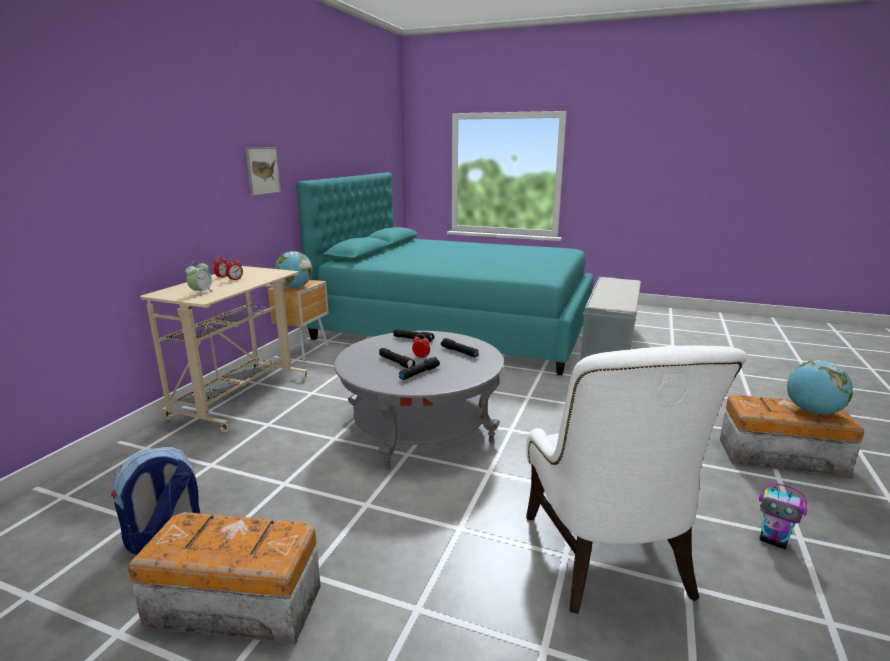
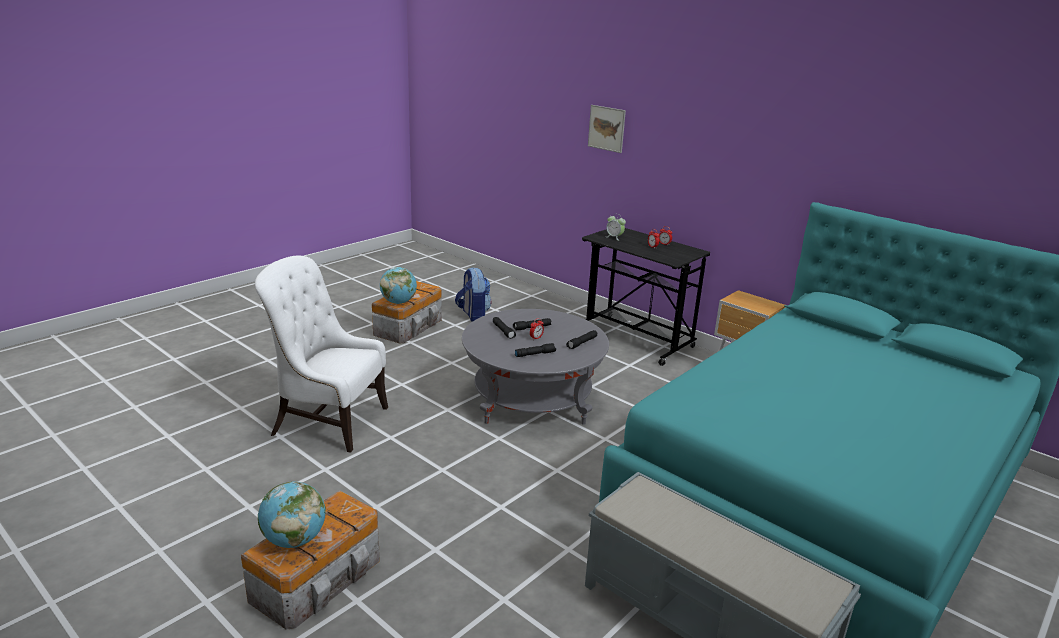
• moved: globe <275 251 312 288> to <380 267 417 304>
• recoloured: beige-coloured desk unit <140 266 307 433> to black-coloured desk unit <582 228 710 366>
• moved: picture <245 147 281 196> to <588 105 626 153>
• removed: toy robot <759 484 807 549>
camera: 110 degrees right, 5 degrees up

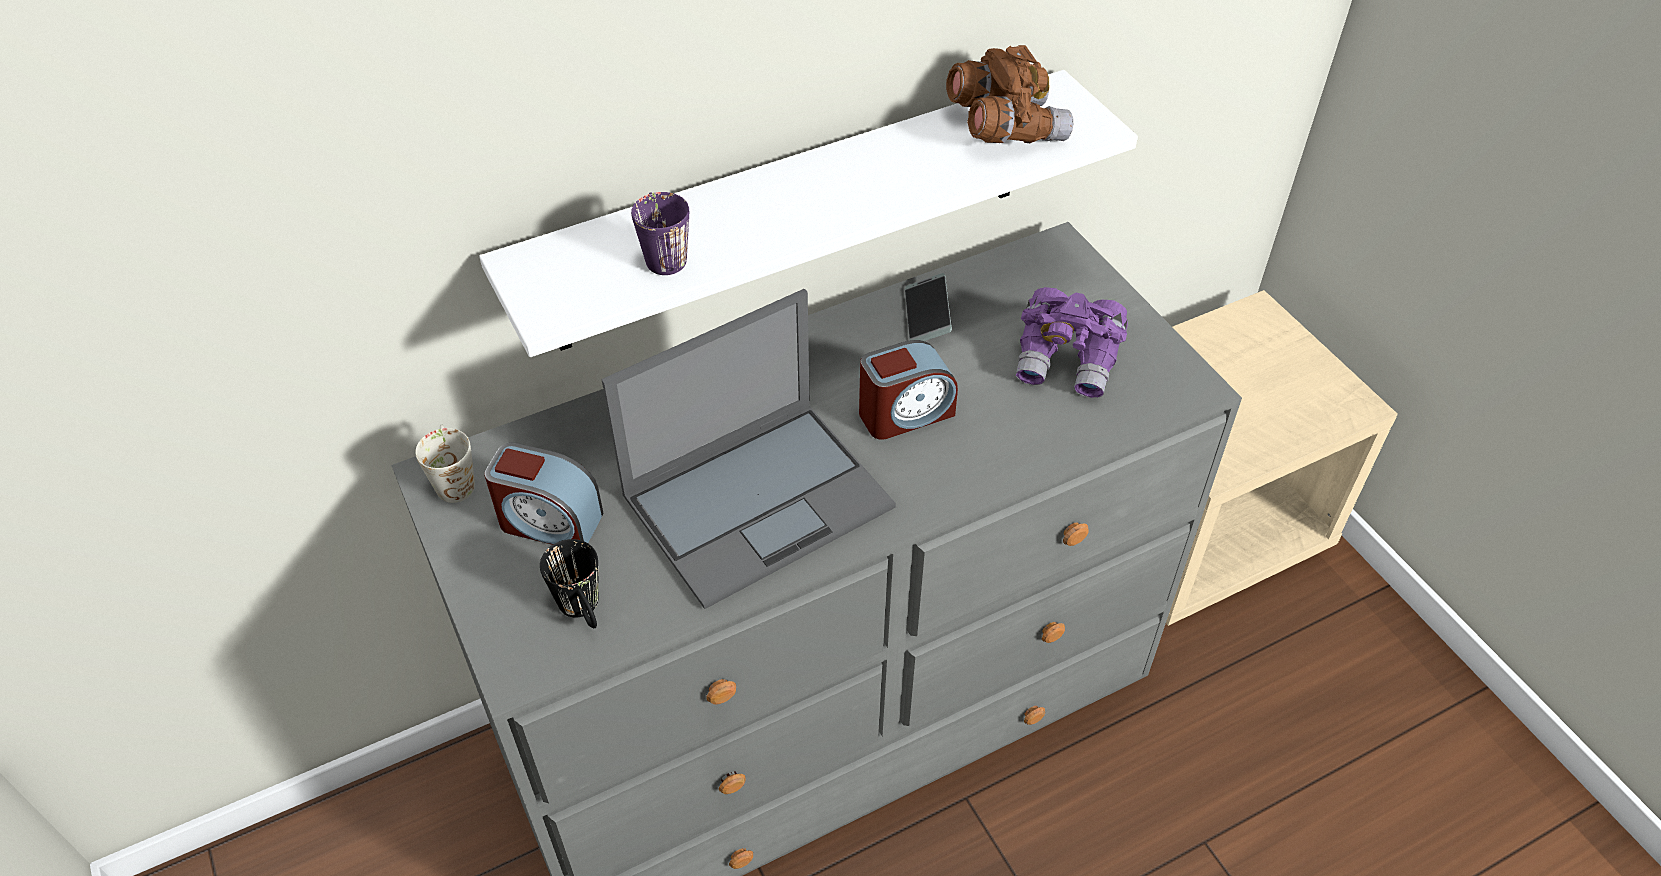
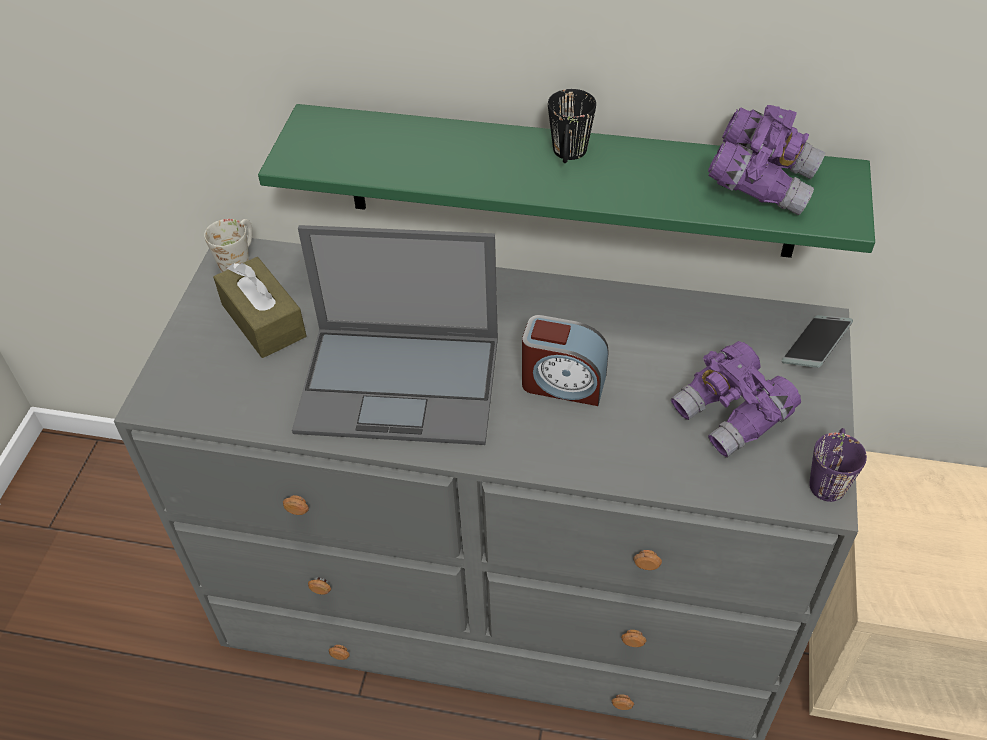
• replaced: bedside clock <484 442 603 545> to brown tissue holder <213 257 306 358>
• recoloured: whitish bracket shelf <479 70 1138 357> to green-coloured bracket shelf <258 104 875 258>
• moved: black-coloured coffee mug <540 539 599 628> to <548 89 596 163>
• recoloured: brown field glasses <946 45 1073 143> to purplish field glasses <708 105 825 215>
• moved: handset <905 273 952 341> to <782 315 853 368>
• moved: purplish coffee mug <631 192 689 275> to <809 428 867 502>
camera: 40 degrees right, 0 degrees up

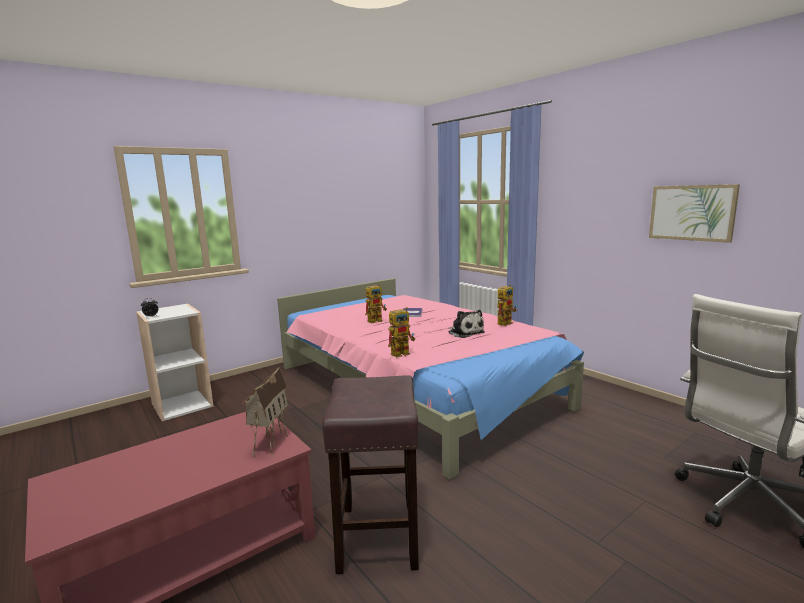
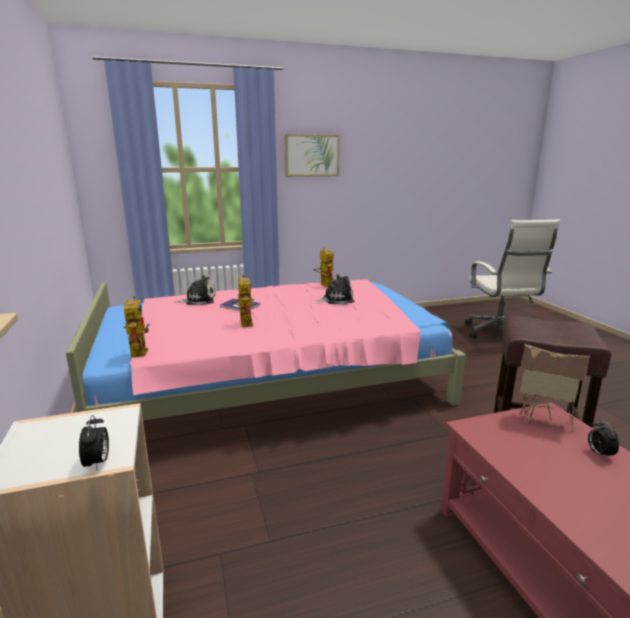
• moved: toy robot <388 307 415 358> to <123 296 150 357>
• added: plush toy <174 275 215 305>
• moved: picture <649 184 740 243> to <285 134 340 177>
• added: bedside clock <588 420 619 460>
camera: 70 degrees left, 5 degrees up

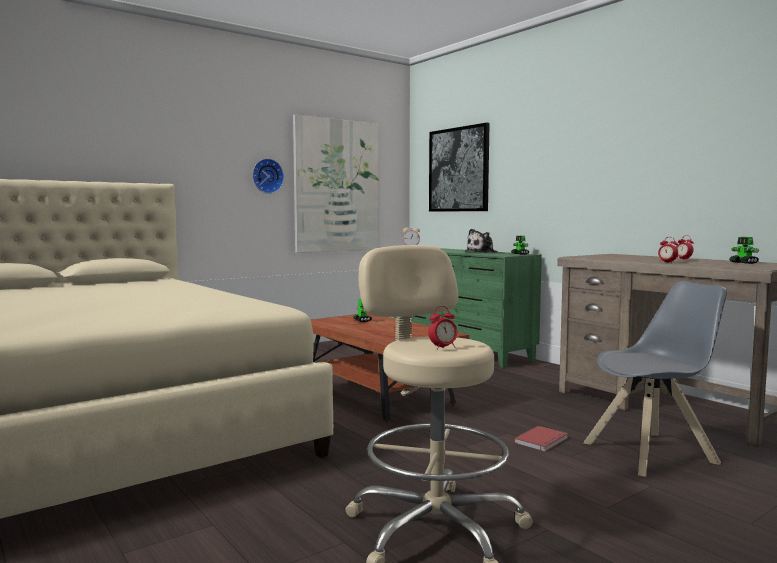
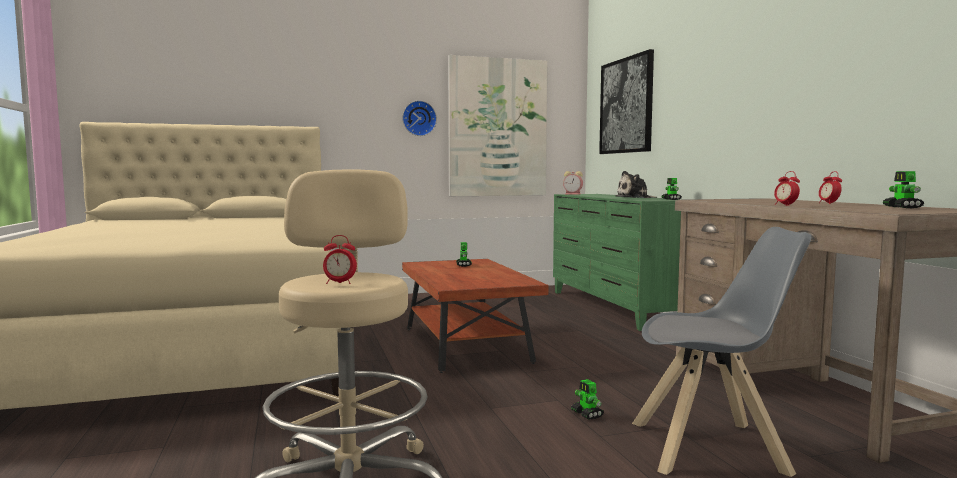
• replaced: red volume <514 426 568 452> to toy robot <571 379 604 420>
camera: 20 degrees right, 0 degrees up

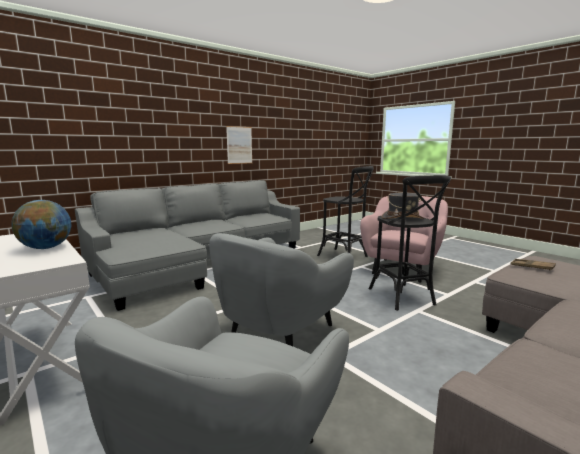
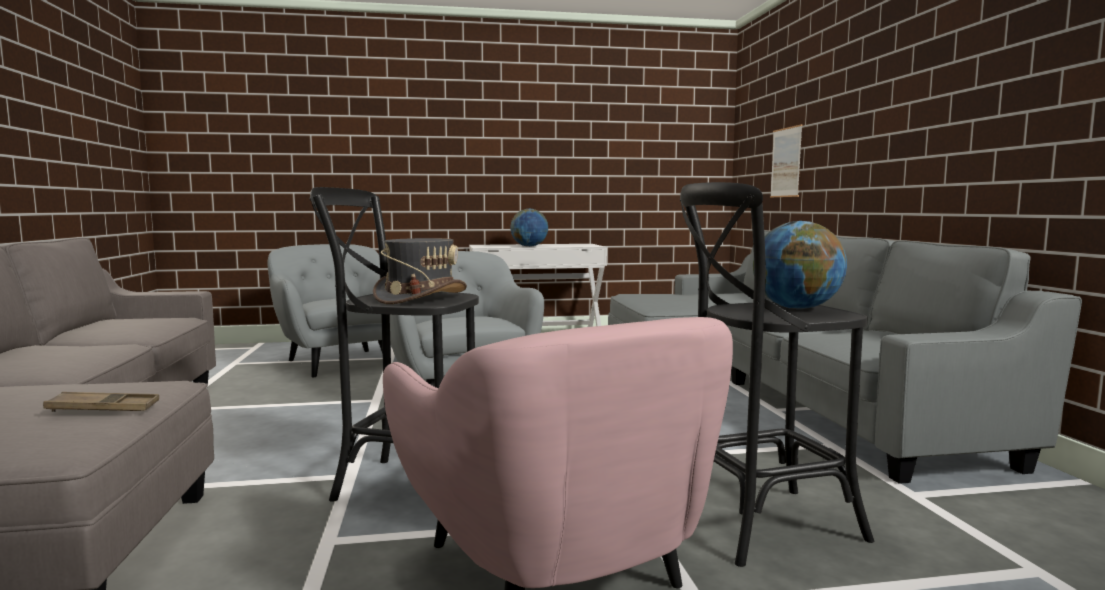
• added: globe <753 221 847 309>
• moved: picture <226 126 252 164> to <770 124 802 197>
camera: 120 degrees right, 5 degrees down

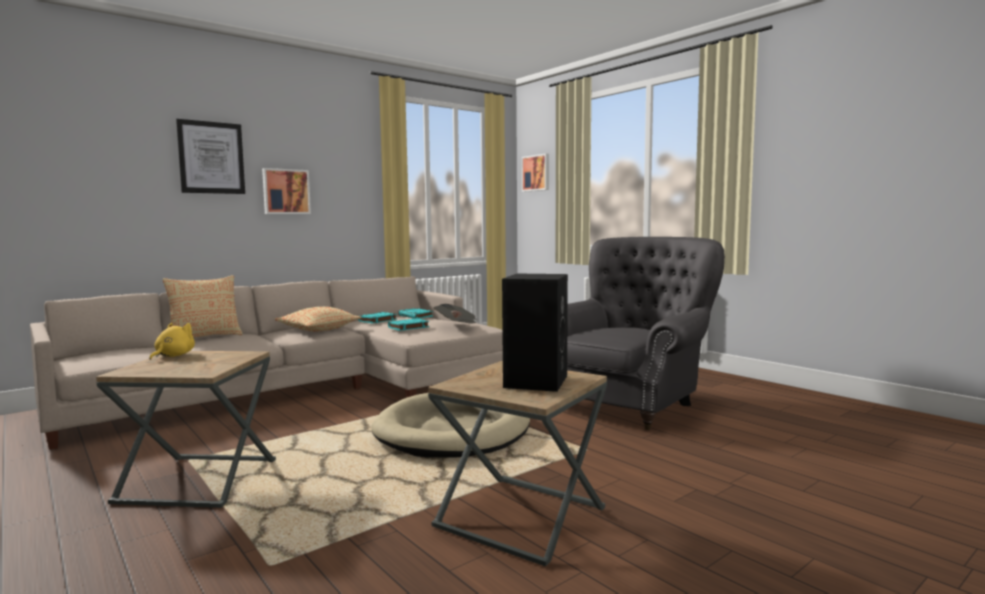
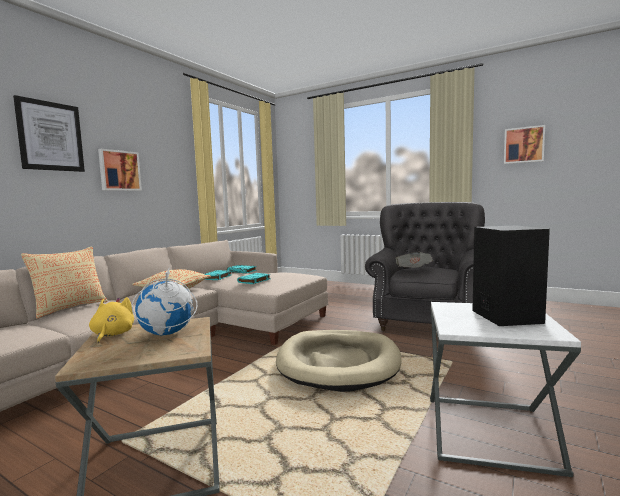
• added: globe <132 266 197 336>
• moved: printed paper <433 304 477 323> to <395 252 433 268>
• recoloured: brown accent table <428 361 607 566> to whitish accent table <430 302 581 477>
• moved: picture <522 154 549 192> to <504 125 545 164>
camera: 20 degrees left, 0 degrees up

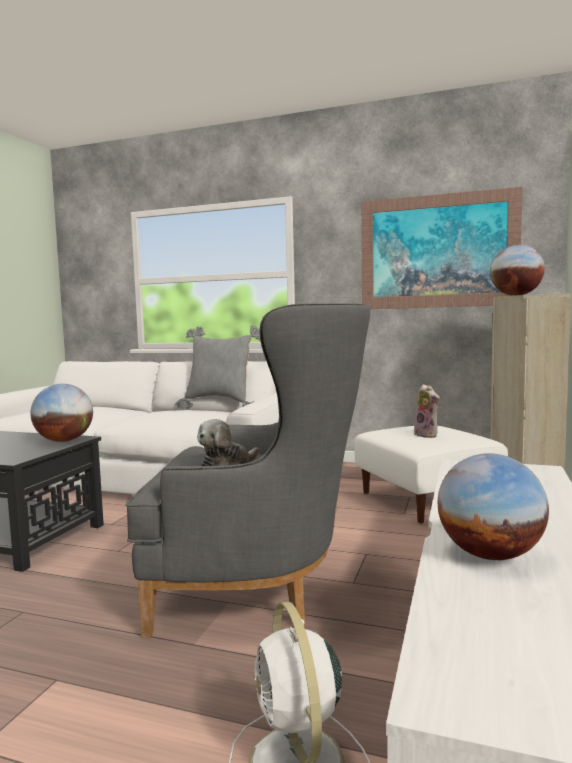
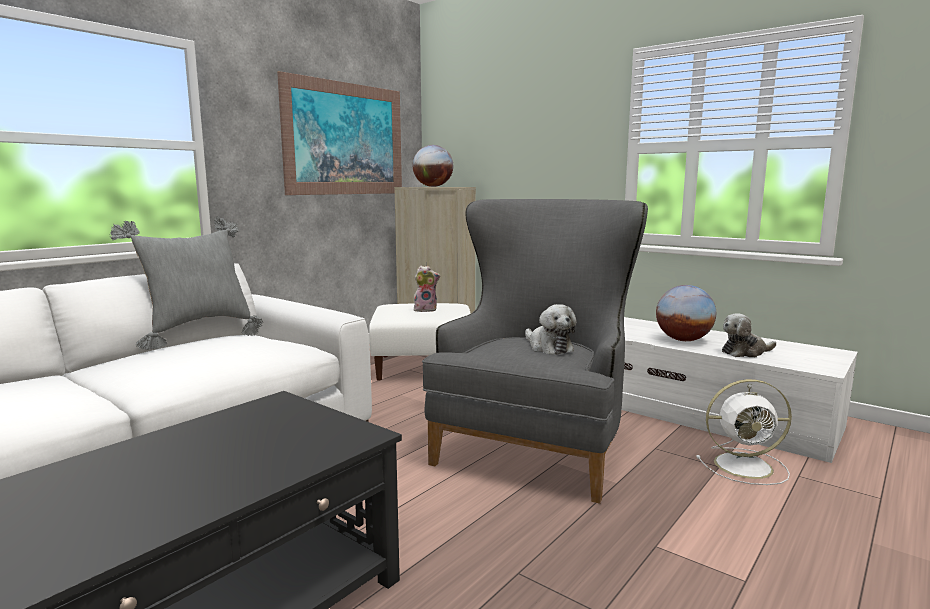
• added: plush toy <722 313 776 357>
• removed: globe <30 384 93 442>
camera: 70 degrees left, 5 degrees up

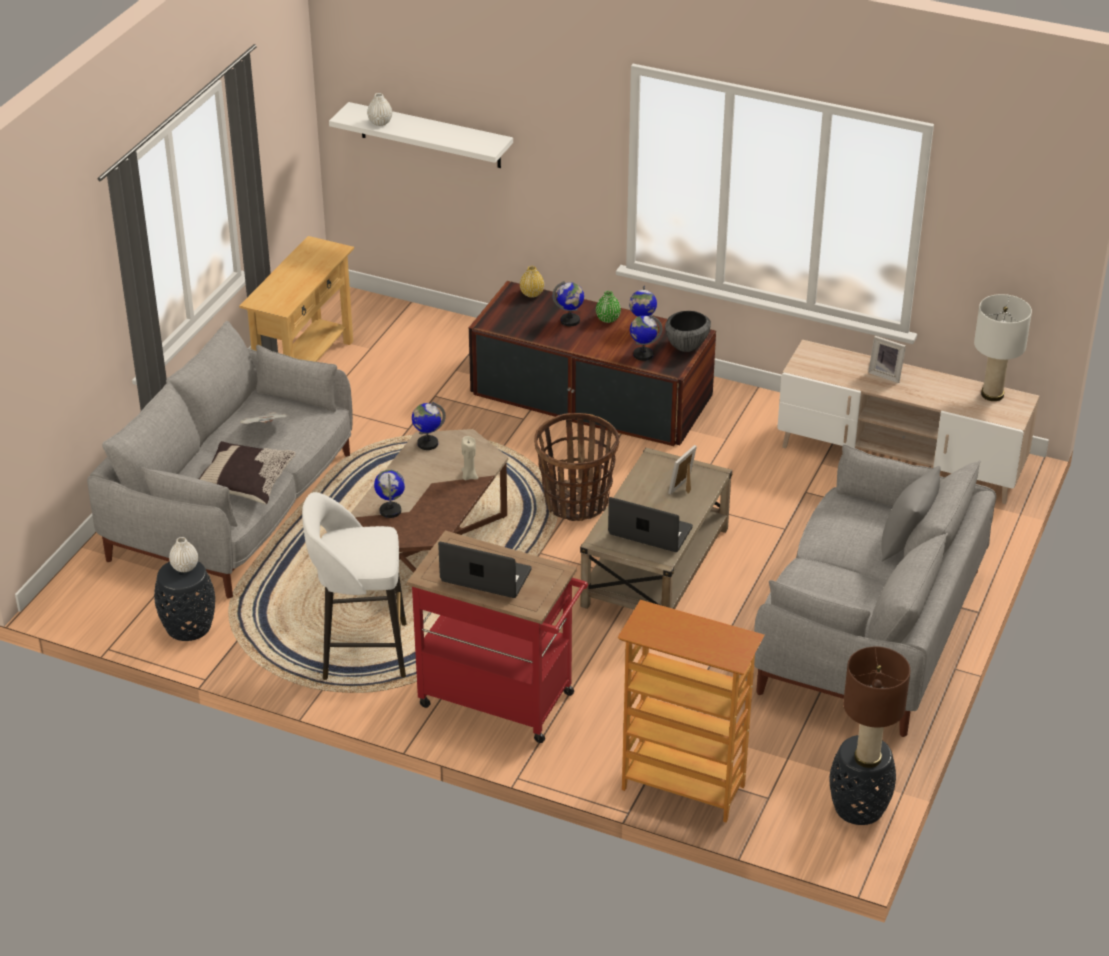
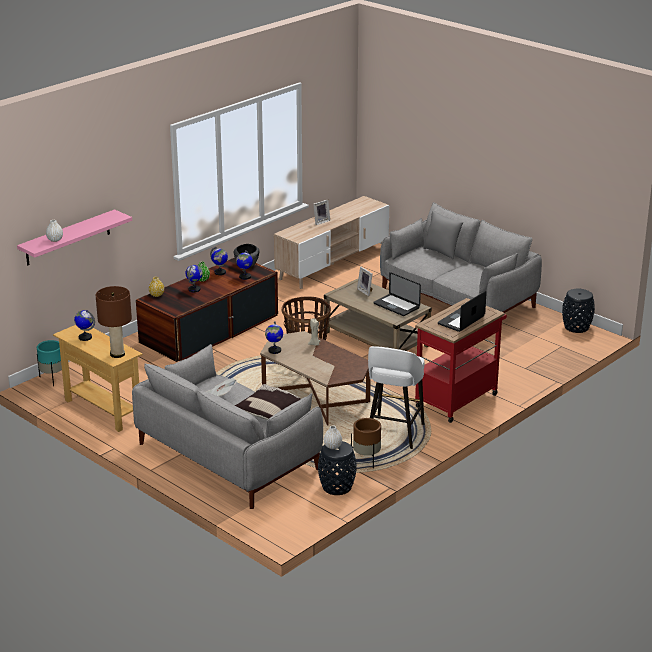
• recoloured: whitish bracket shelf <329 102 513 168> to pink-coloured bracket shelf <17 209 132 265>
• added: turquoise flower pot <37 340 62 386>
• moved: globe <374 470 405 518> to <74 310 95 341>
• moved: brown tabletop lamp <843 647 911 768> to <96 286 132 358>
• added: brown flower pot <351 418 381 468>
• turned: notebook computer <608 497 693 552> = <373 272 421 316> 90 degrees counterclockwise
• removed: bookshelf <618 600 765 822>
• removed: whitish tabletop lamp <974 294 1032 401>
camera: 70 degrees left, 10 degrees down

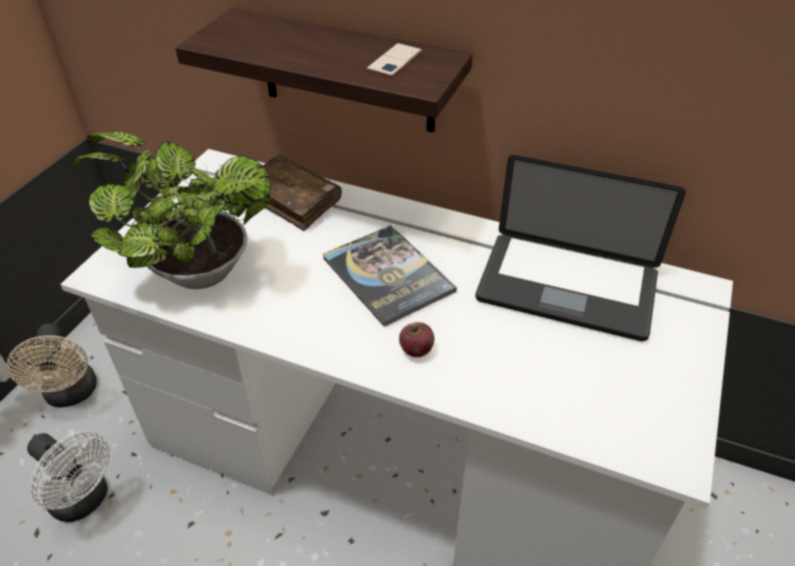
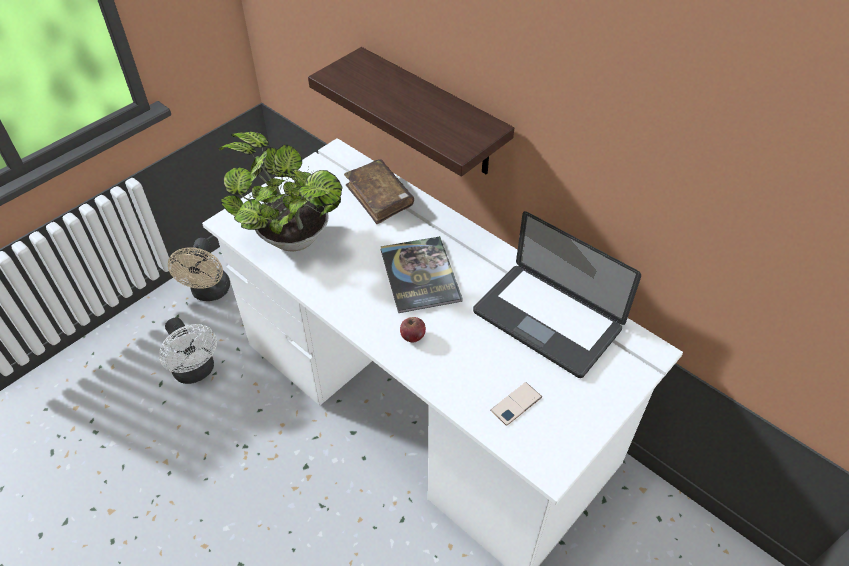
• moved: handset <367 43 422 77> to <490 382 542 426>
camera: 20 degrees right, 5 degrees up

